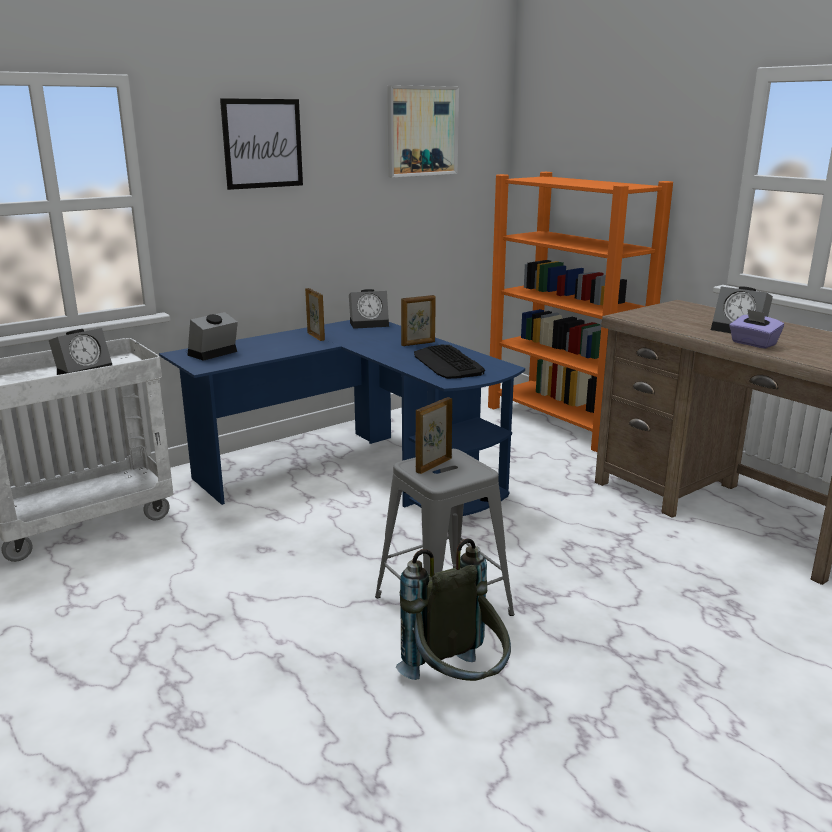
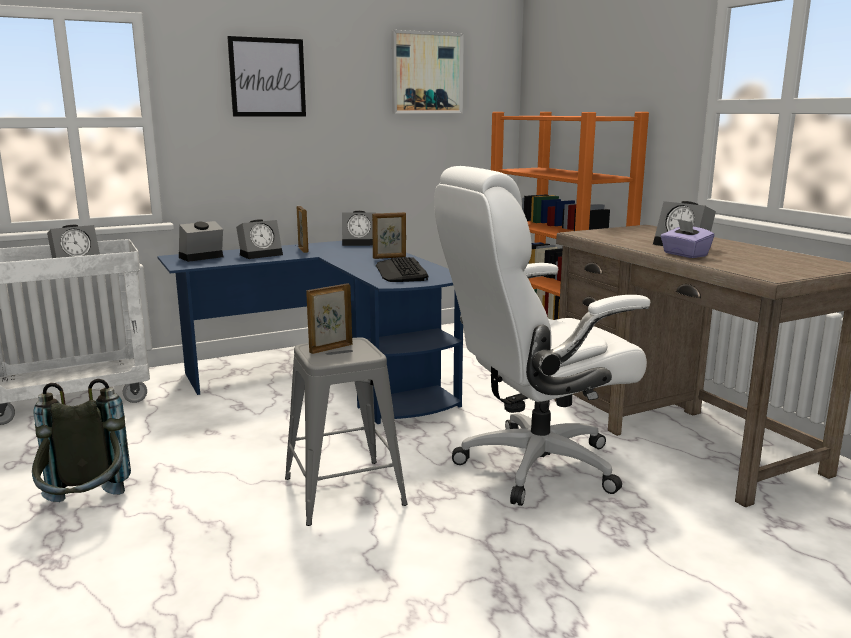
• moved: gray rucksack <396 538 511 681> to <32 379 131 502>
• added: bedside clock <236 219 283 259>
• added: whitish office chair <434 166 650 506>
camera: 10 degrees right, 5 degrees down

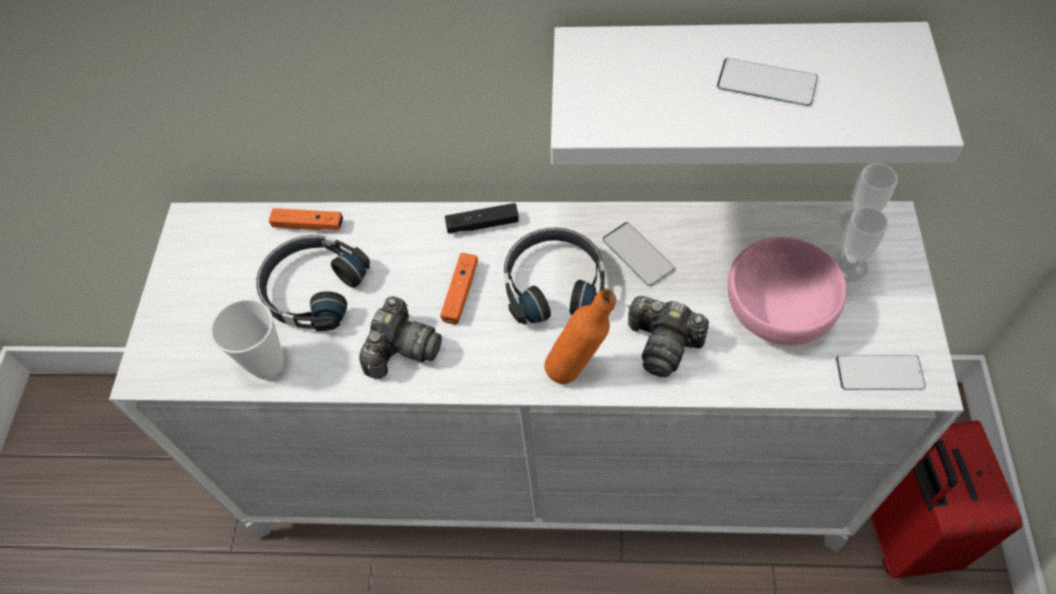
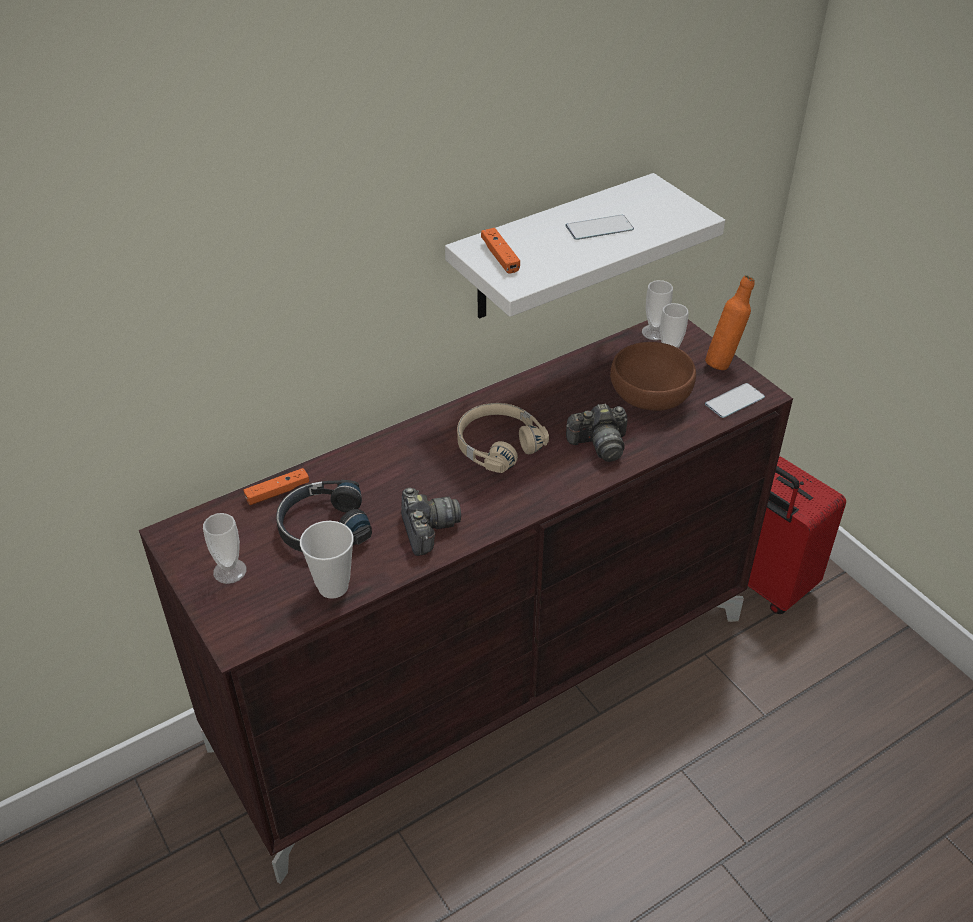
• recoloured: whitish chest of drawers <109 201 964 552> to brown chest of drawers <139 319 793 884>
• added: small cup <203 513 246 584>
• recoloured: black-coloured headphones <504 228 605 325> to beige-coloured headphones <457 403 549 473>
• moved: orange joypad <440 253 478 324> to <481 228 520 274>
• recoloured: pink-coloured bowl <728 237 846 345> to brown bowl <610 342 696 411>
• moved: orange drink bottle <545 289 616 384> to <705 275 755 370>
• removed: black-coloured joypad <445 203 519 234>
• removed: handset <603 222 675 286>
camera: 40 degrees left, 15 degrees down

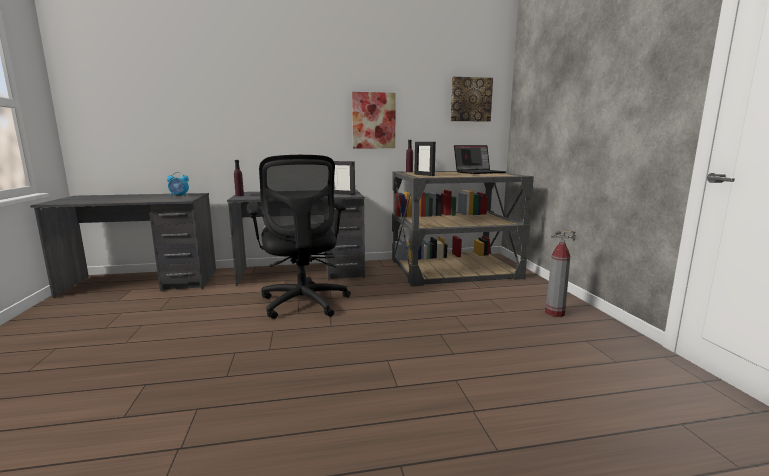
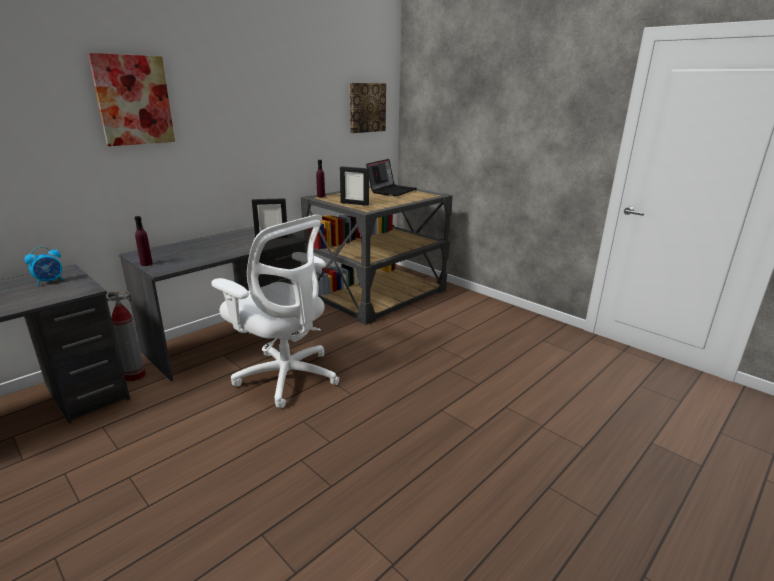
• moved: picture <352 92 396 148> to <88 53 175 146>
• moved: fire extinguisher <545 230 576 317> to <107 292 146 381>
• recoloured: black-coloured office chair <247 155 351 319> to whitish office chair <212 215 339 408>
camera: 35 degrees left, 10 degrees up

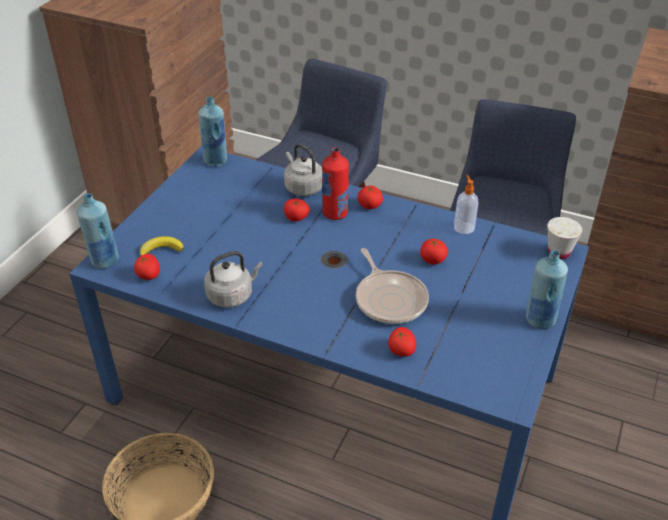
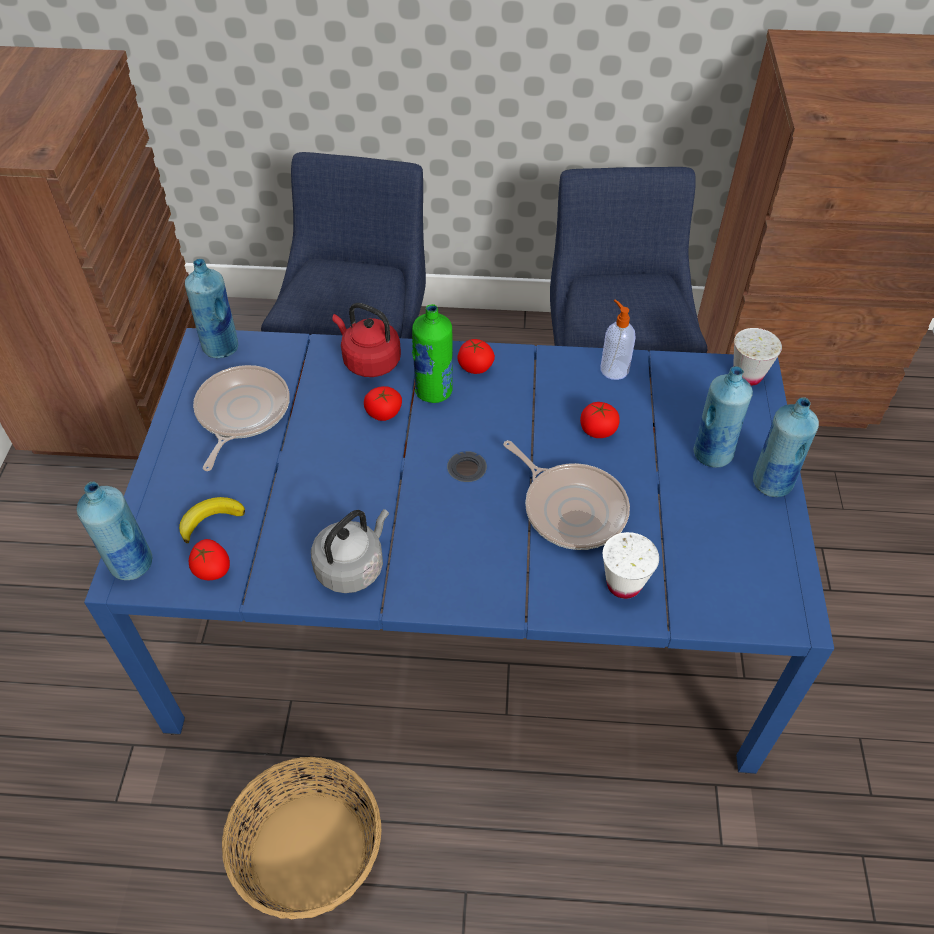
• added: frying pan <193 365 290 471>
• recoloured: gray kettle <284 144 322 196> to red kettle <332 303 401 377>
• recoloured: red drink bottle <322 147 349 220> to green-coloured drink bottle <412 304 453 403>
• replaced: whole tomato <388 327 416 357> to whitish small cup <603 532 659 599>
• added: bluish drink bottle <694 366 753 468>
camera: 20 degrees left, 10 degrees up

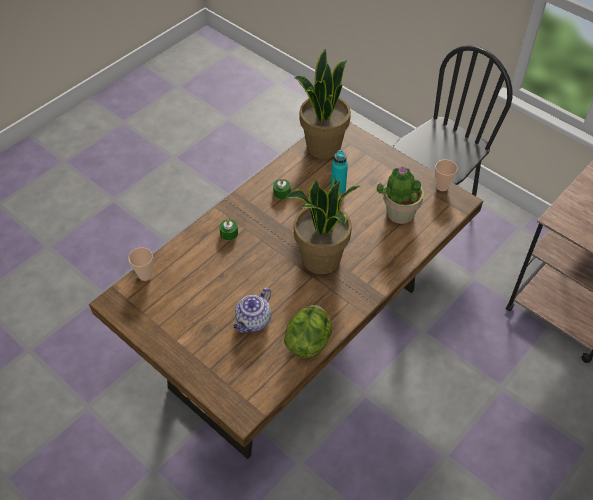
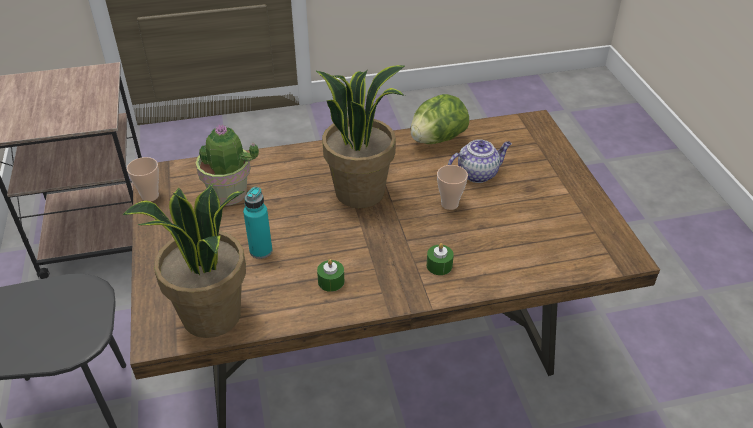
• moved: small cup <128 247 153 281> to <437 165 468 210>
camera: 145 degrees left, 10 degrees down

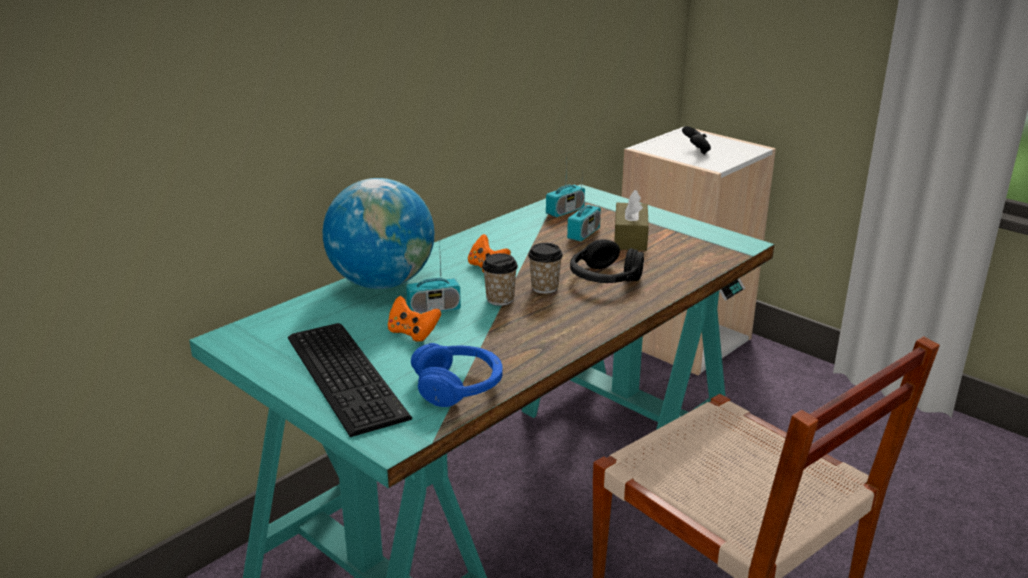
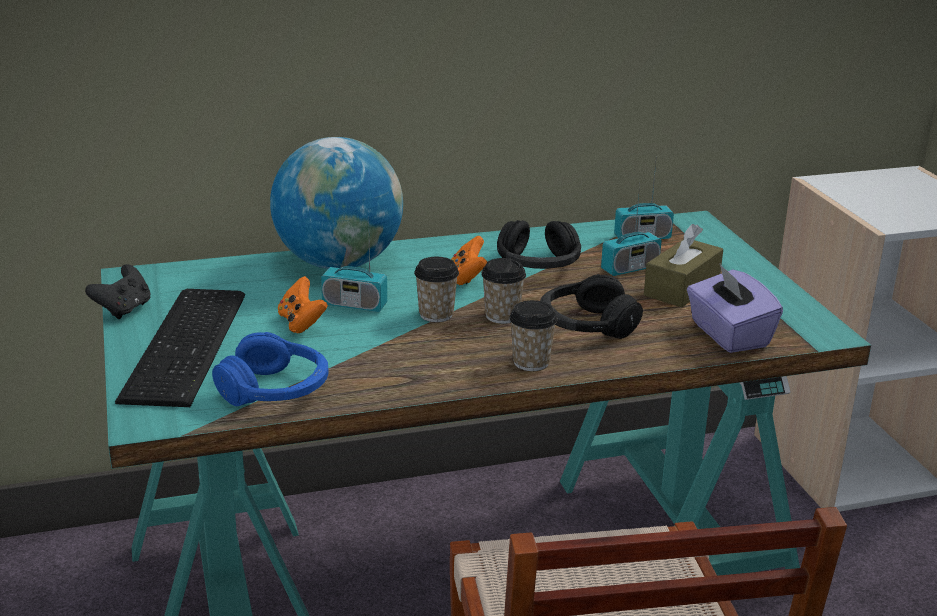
• moved: black-coloured joypad <682 126 711 155> to <85 264 150 319>
• added: black-coloured headphones <497 220 581 269>
• added: small cup <509 300 557 371>
• added: purplish tissue holder <687 264 783 353>
camera: 30 degrees right, 0 degrees up

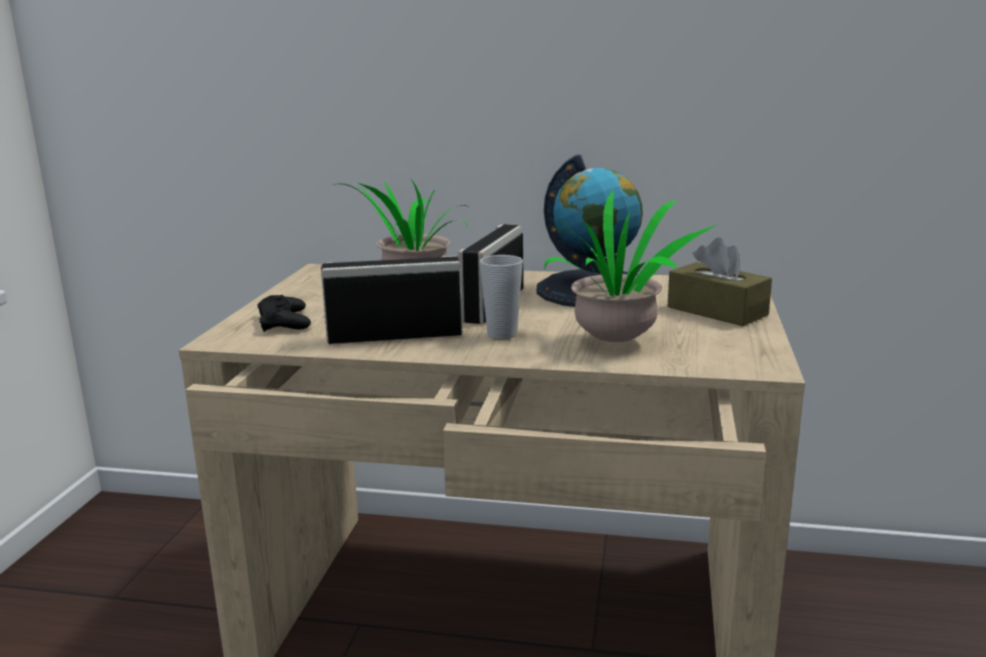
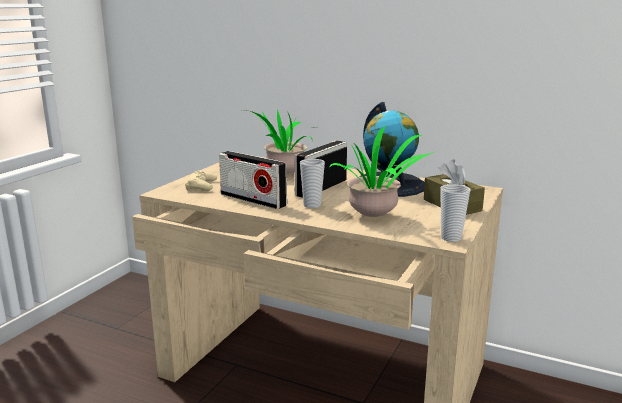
• recoloured: black-coloured joypad <258 295 311 332> to beige-coloured joypad <185 170 217 191>
• turned: radio receiver <321 256 462 344> = <219 151 287 209> 150 degrees counterclockwise
• added: small cup <440 184 471 242>
camera: 15 degrees right, 0 degrees up

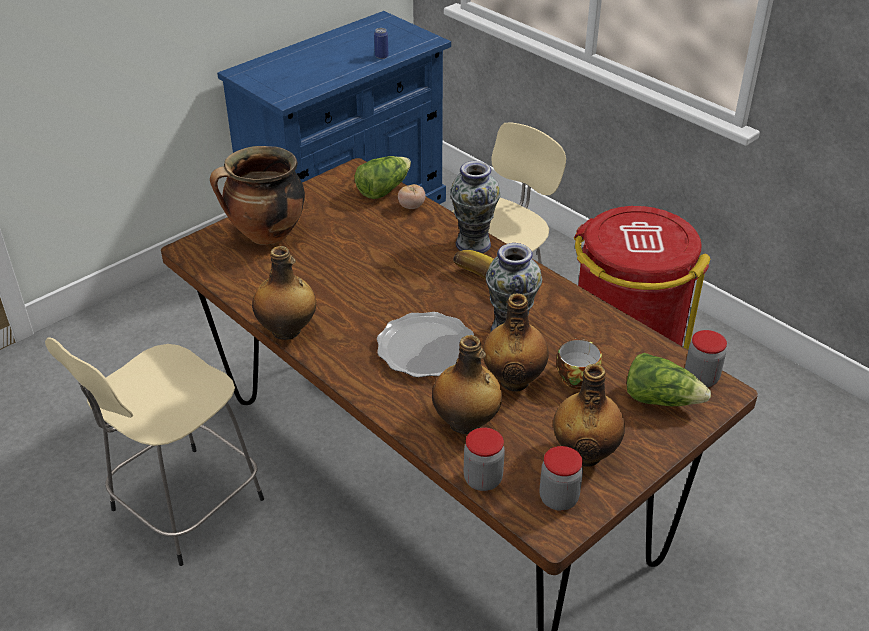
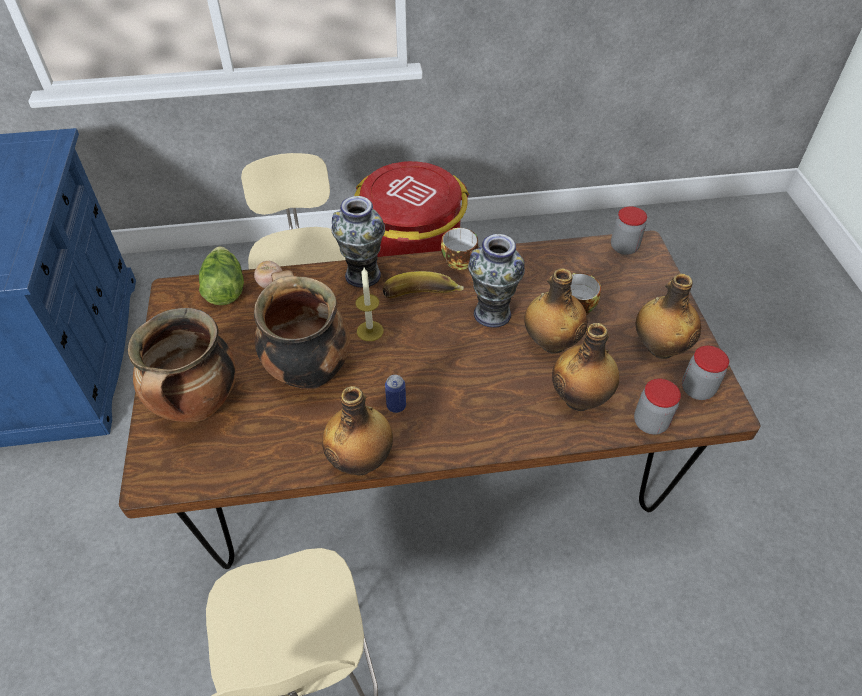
• added: stockpot <254 270 350 390>
• added: wax light <356 268 384 341>
• moved: can <374 28 388 59> to <385 375 406 413>
• added: small cup <441 228 479 270>
• removed: dinner plate <377 312 474 378>
• removed: lettuce head <627 353 711 406>
camera: 55 degrees left, 10 degrees up

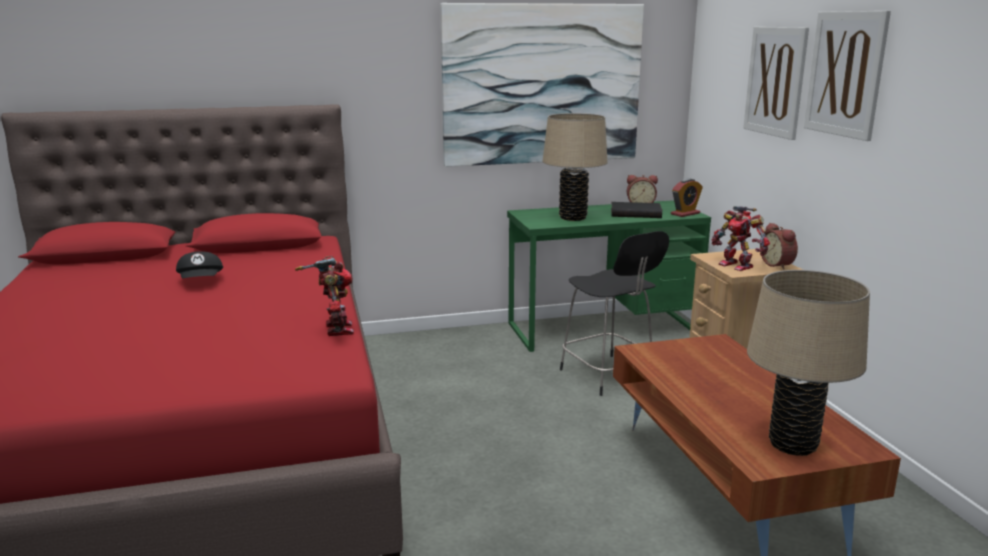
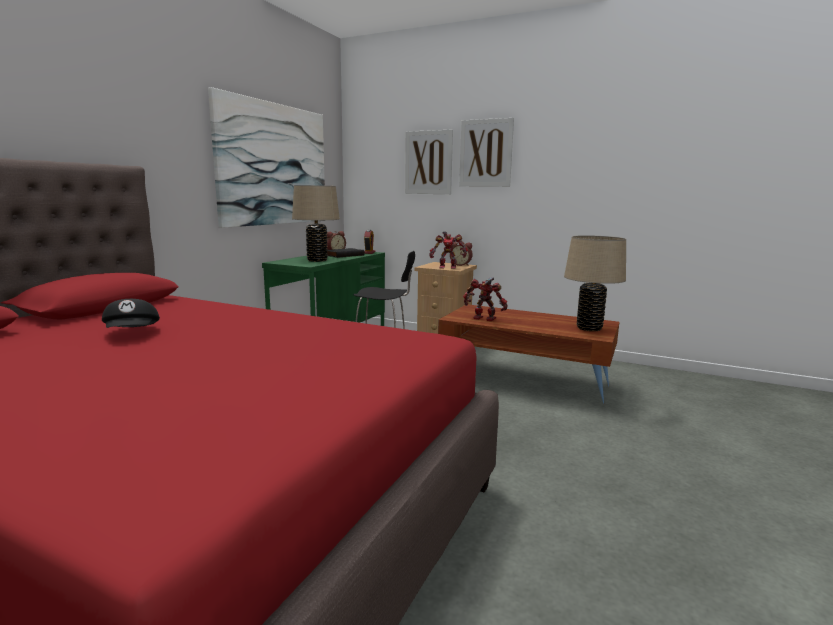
• turned: black-coloured baseball cap <176 251 223 278> = <102 299 160 328> 45 degrees clockwise
• moved: toy robot <295 255 354 336> to <463 277 508 321>
camera: 50 degrees left, 5 degrees down

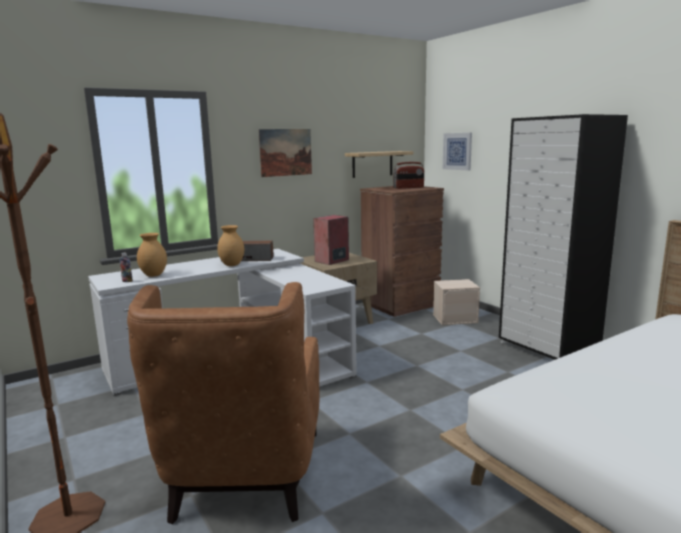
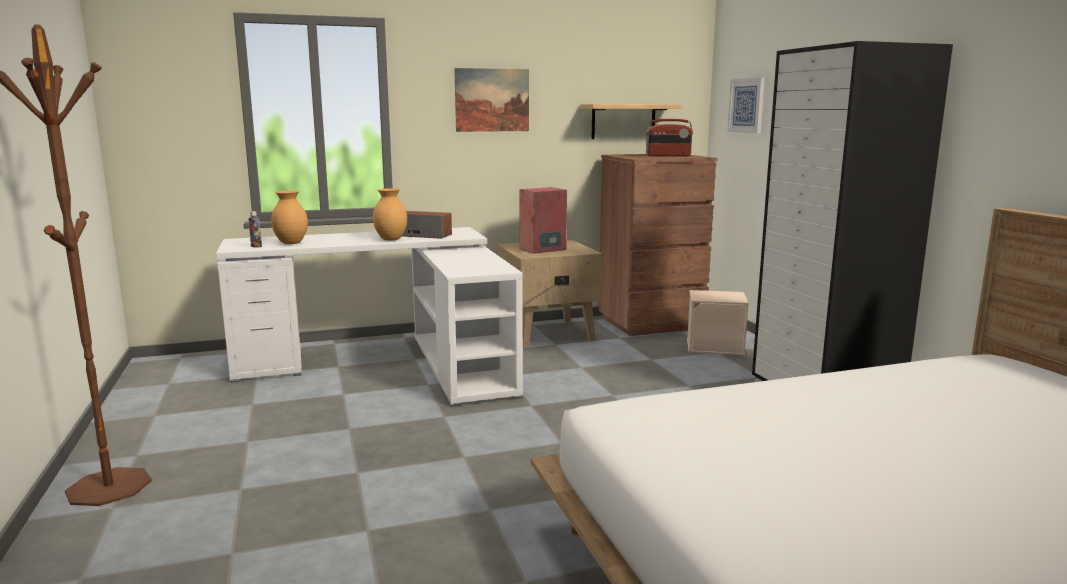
• removed: brown easy chair <127 282 319 524>
camera: 15 degrees right, 0 degrees up

